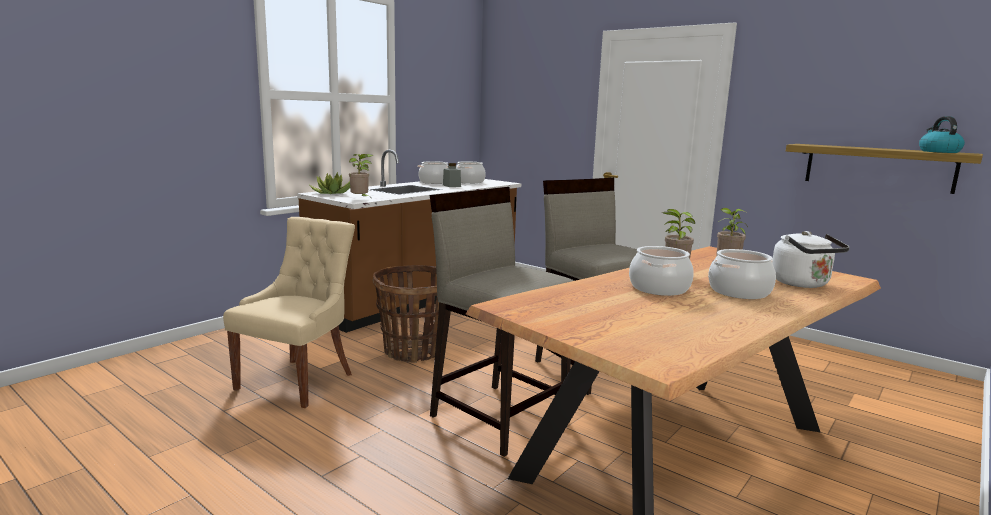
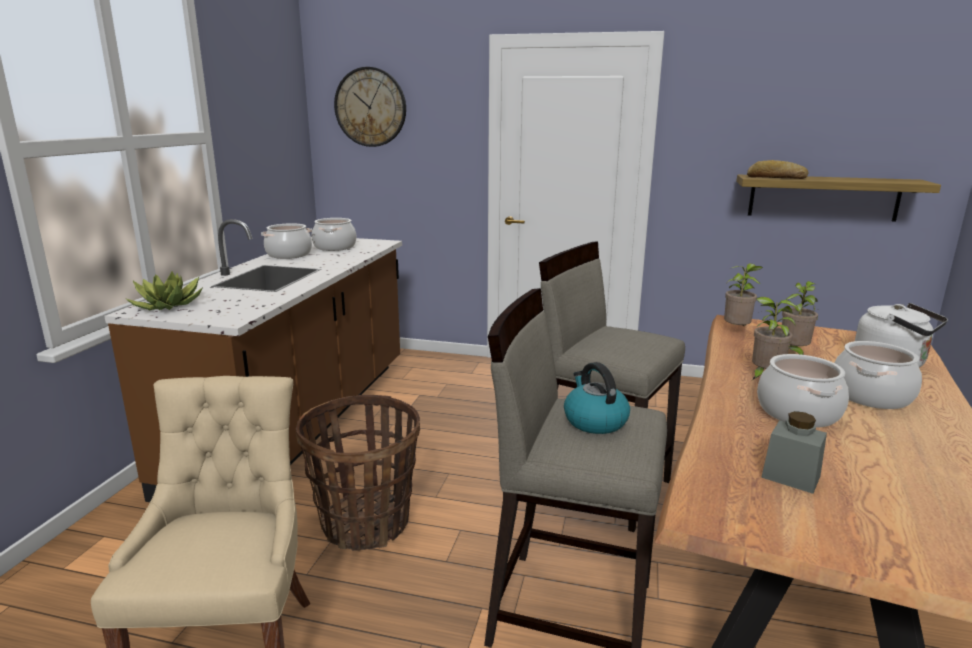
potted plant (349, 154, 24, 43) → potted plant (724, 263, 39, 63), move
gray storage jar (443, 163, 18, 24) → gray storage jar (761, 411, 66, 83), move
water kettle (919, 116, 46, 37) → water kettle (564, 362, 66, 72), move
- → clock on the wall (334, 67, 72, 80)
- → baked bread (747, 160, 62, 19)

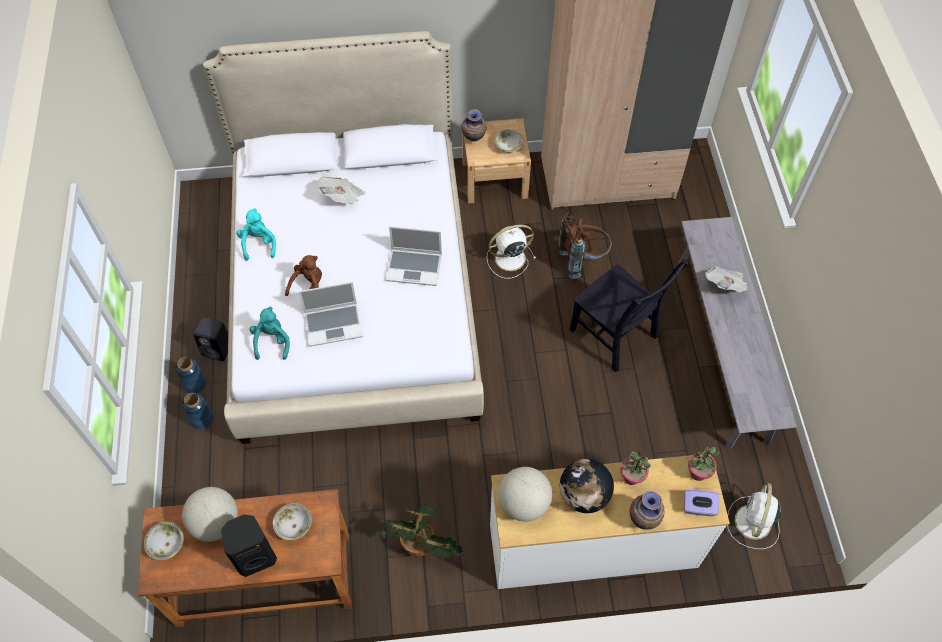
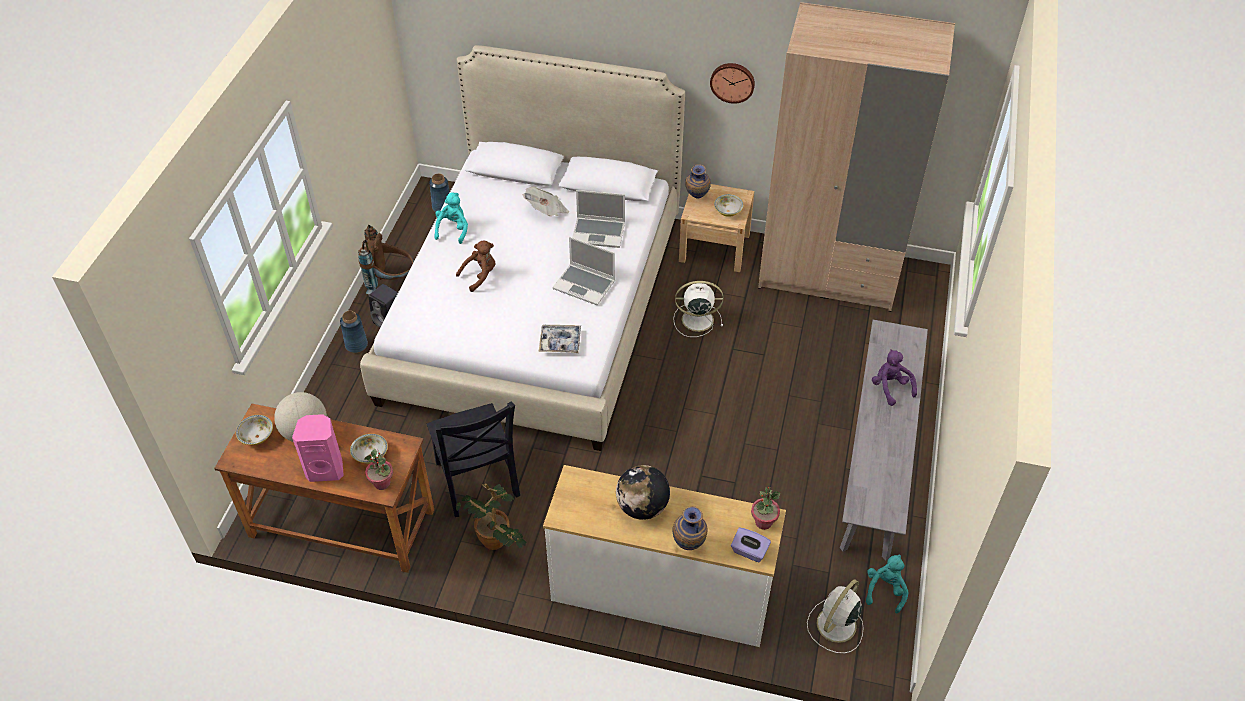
blue-coloured flower vase (182, 393, 32, 37) → blue-coloured flower vase (429, 174, 21, 38), move
black audio speaker (221, 514, 56, 63) → pink audio speaker (292, 414, 52, 68)
blue-green soft toy (250, 306, 40, 54) → blue-green soft toy (866, 554, 43, 59), move
portable computer (299, 282, 64, 65) → portable computer (572, 190, 53, 58), move
globe (498, 467, 54, 55) → -
brown-coloured knapsack (558, 213, 54, 66) → brown-coloured knapsack (358, 225, 56, 69), move
black chair (570, 259, 119, 113) → black chair (427, 401, 93, 116), move
potted plant (621, 451, 30, 34) → potted plant (364, 449, 29, 41), move
newspaper (705, 266, 43, 26) → purple-coloured soft toy (872, 349, 45, 57)
- → serving tray (539, 325, 42, 28)
- → clock on the wall (710, 63, 45, 41)

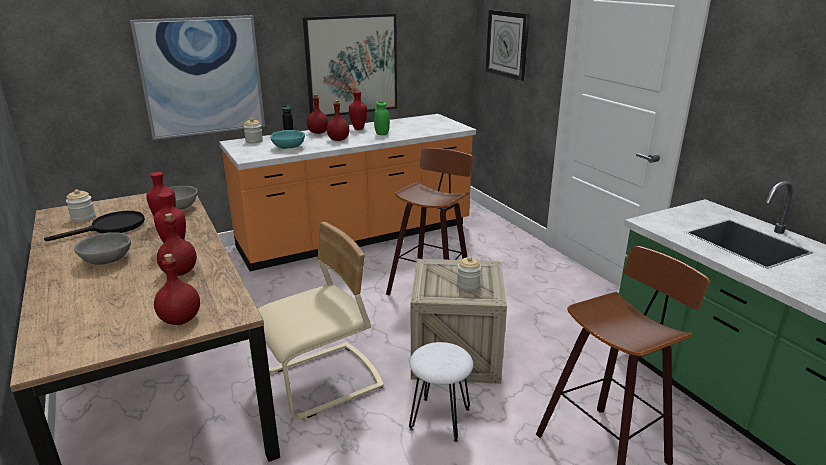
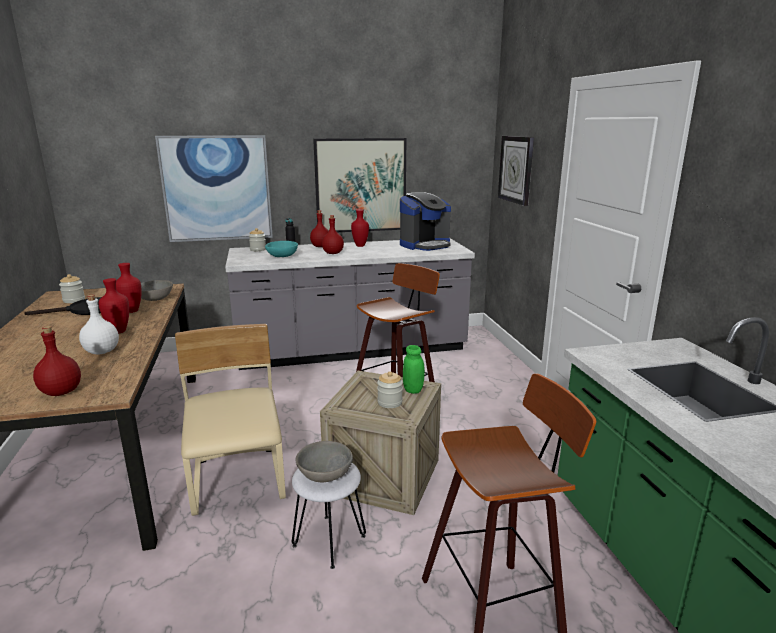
gray bowl (74, 232, 57, 33) → gray bowl (296, 441, 57, 41), move
reddish bottle (157, 213, 40, 63) → whitish bottle (79, 295, 40, 59)
orange-coloured kitchen base unit (219, 114, 257, 157) → gray kitchen base unit (225, 238, 250, 132)
beige chair (258, 222, 126, 198) → beige chair (175, 324, 111, 192), 90 degrees counterclockwise
green-coloured storage jar (374, 101, 16, 34) → green-coloured storage jar (403, 345, 22, 49), move
- → coffee maker (400, 192, 51, 59)

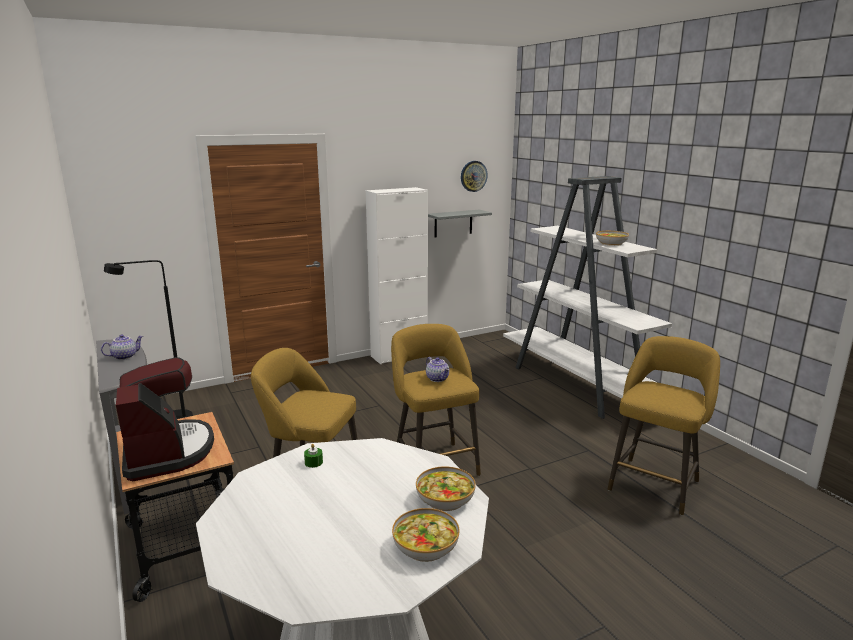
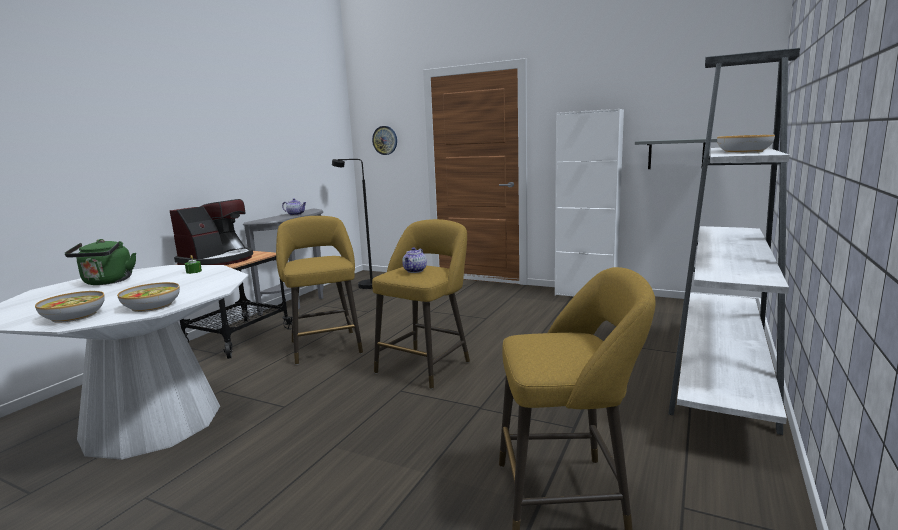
clock on the wall (461, 161, 27, 31) → clock on the wall (372, 126, 25, 29), move
- → green-coloured water kettle (65, 239, 71, 46)

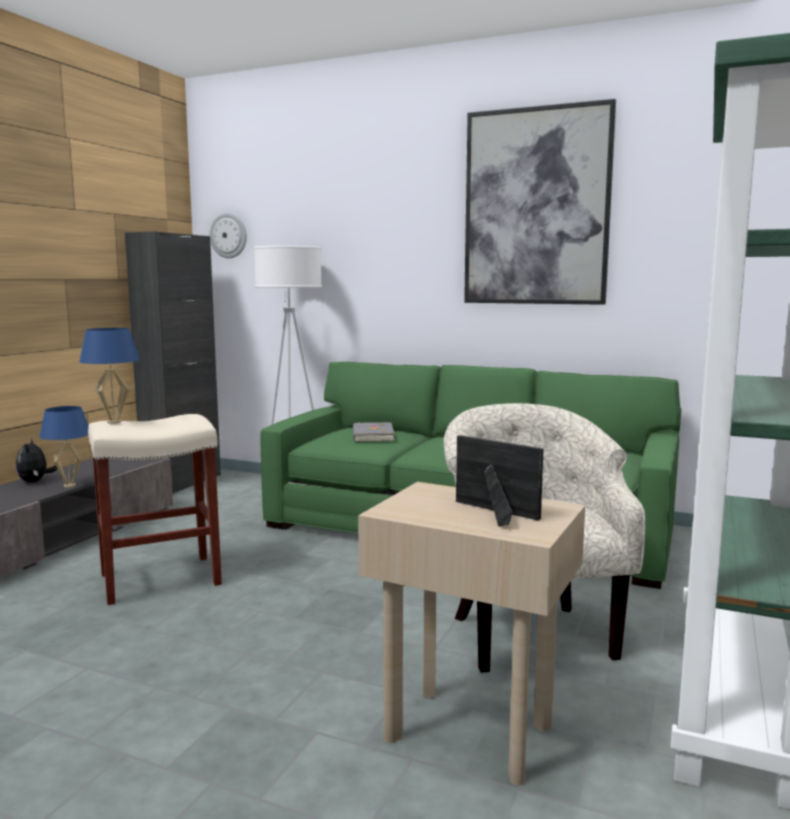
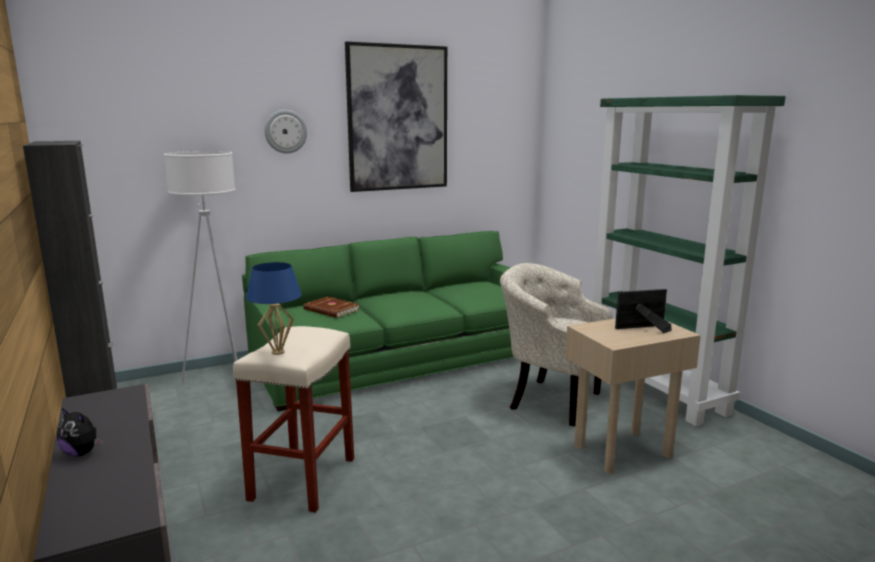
blue-coloured table lamp (39, 406, 49, 81) → -
clock on the wall (210, 213, 37, 45) → clock on the wall (265, 110, 42, 44), move
gray bound book (353, 422, 42, 20) → brown-coloured bound book (303, 297, 57, 21)

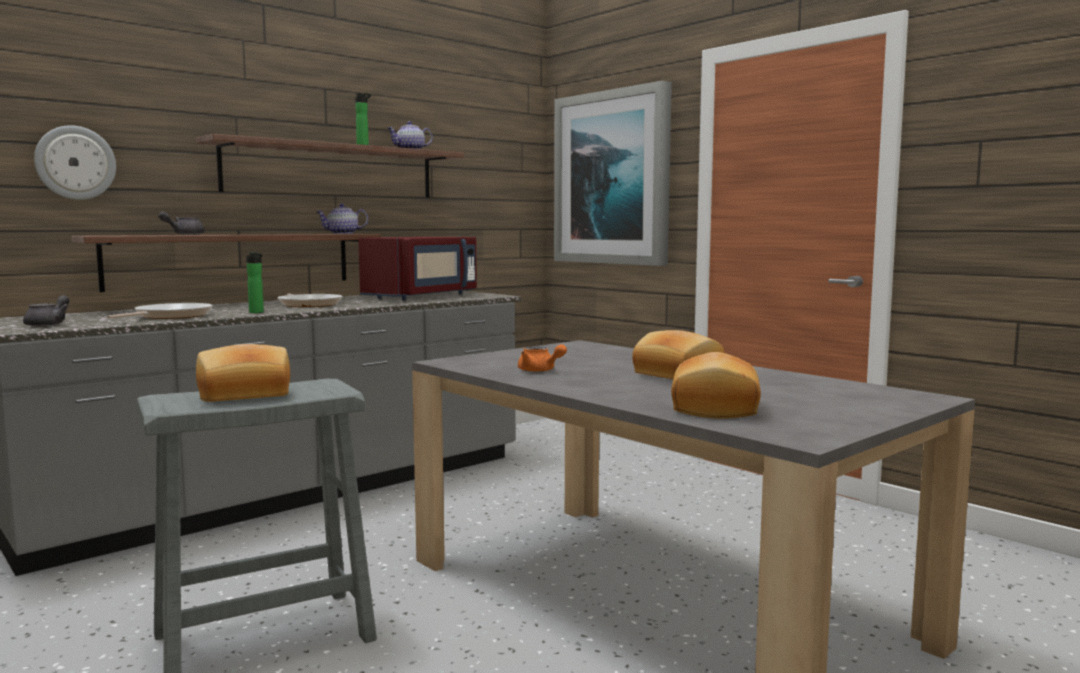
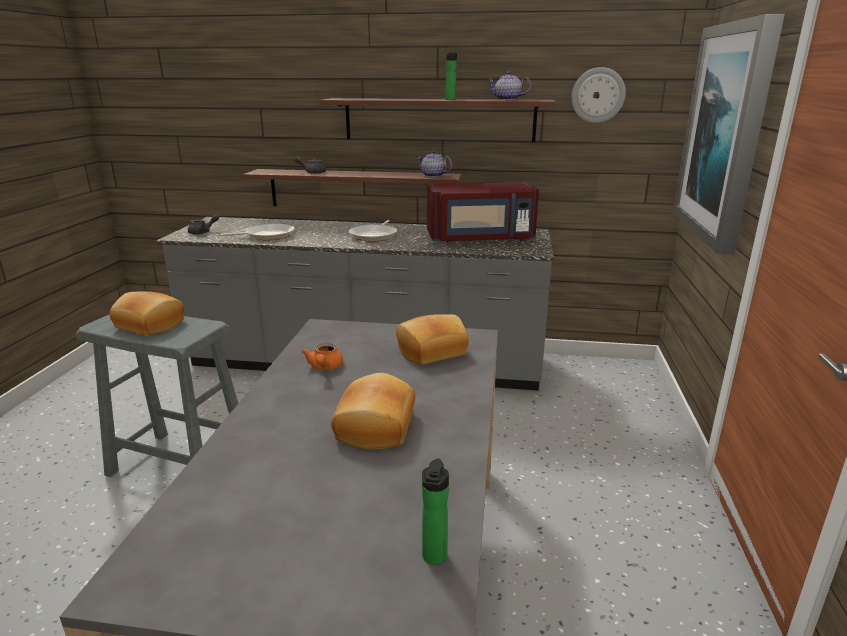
clock on the wall (34, 125, 82, 75) → clock on the wall (571, 67, 55, 56), move
bottle (246, 252, 18, 61) → bottle (422, 458, 27, 107), move
baked bread (671, 352, 90, 67) → baked bread (396, 314, 73, 51), move

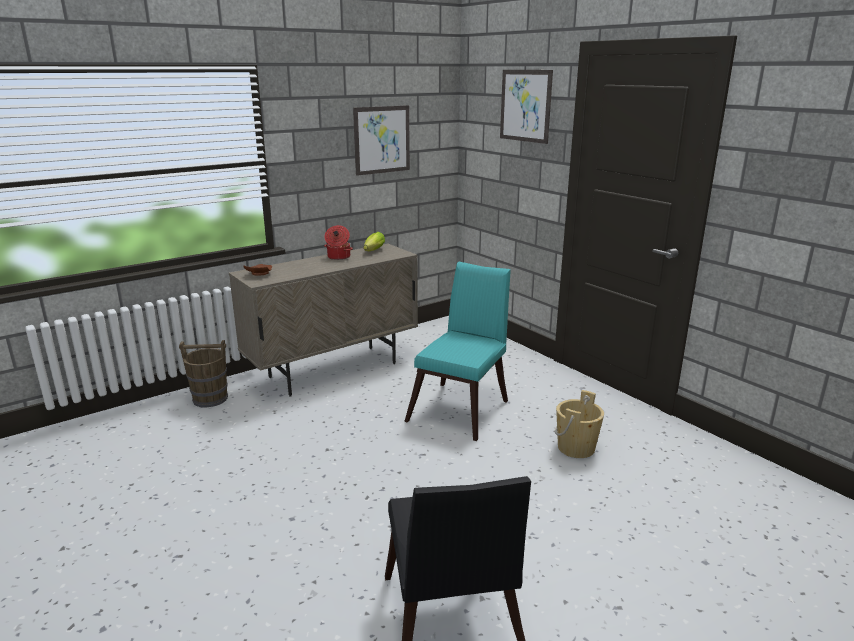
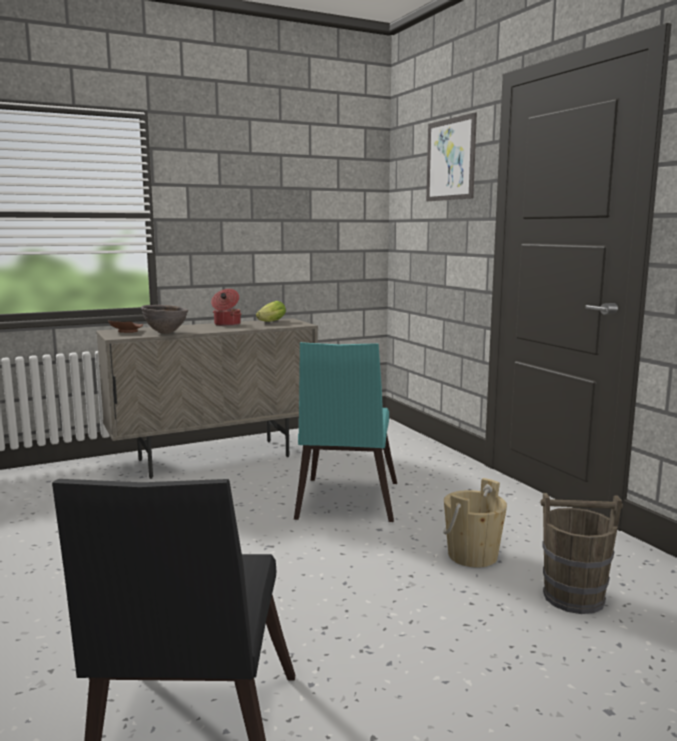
brown-coloured pail (179, 340, 49, 68) → brown-coloured pail (541, 493, 82, 121), move
picture (353, 105, 57, 71) → -
blue-green chair (404, 262, 107, 179) → blue-green chair (294, 342, 103, 180), 150 degrees clockwise
- → brown-coloured bowl (141, 305, 47, 29)

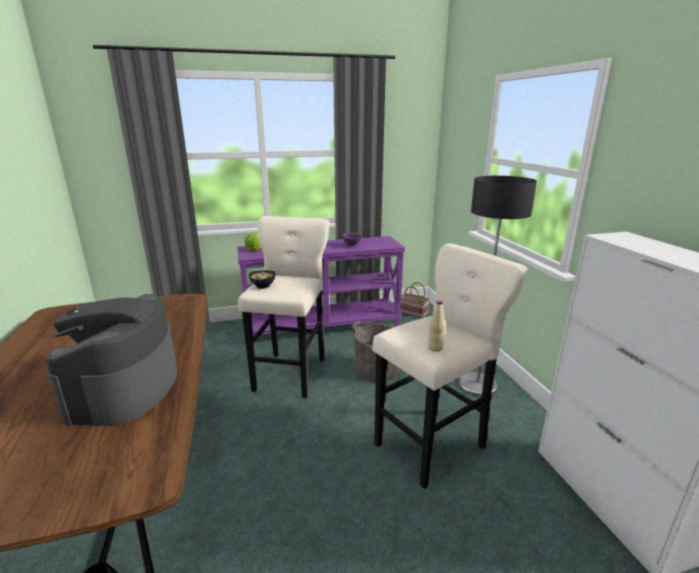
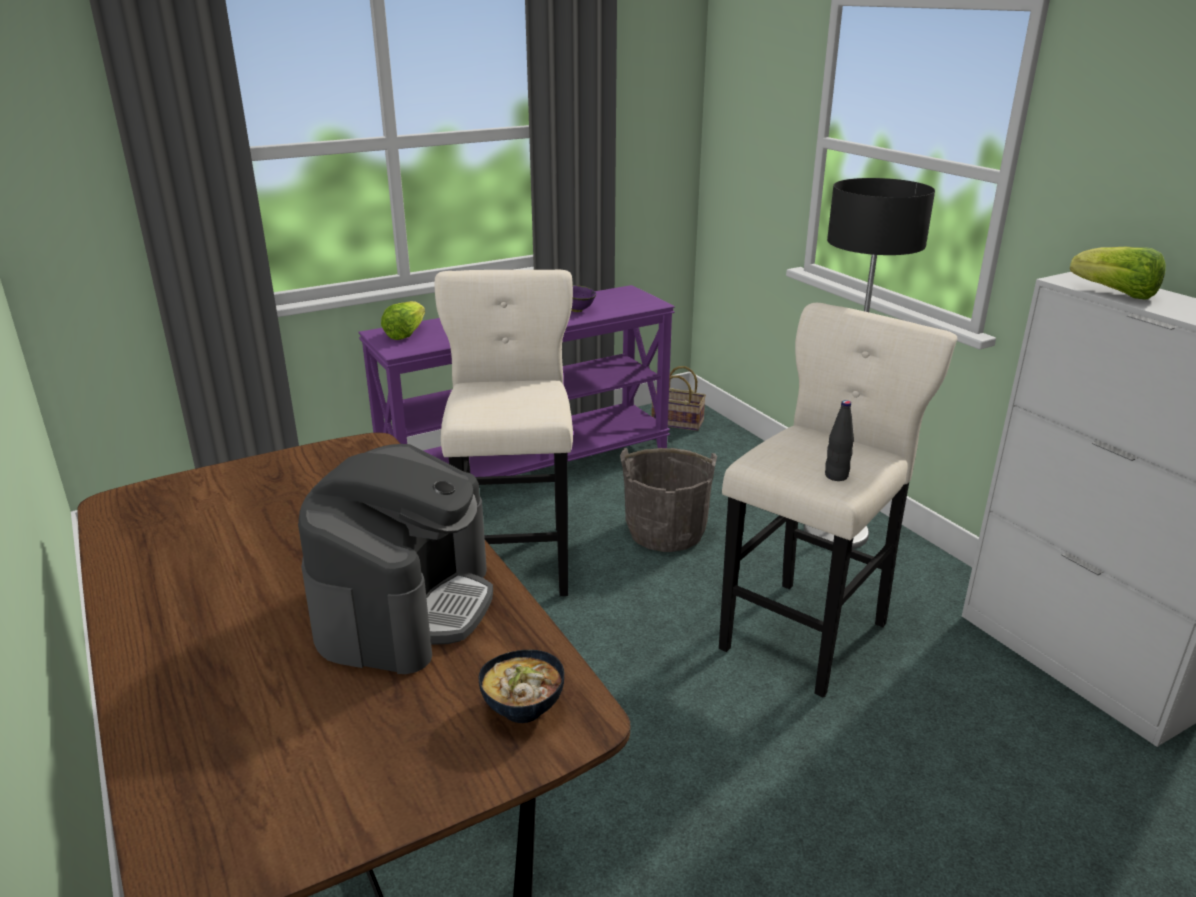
coffee maker (46, 294, 131, 132) → coffee maker (298, 444, 195, 230), 150 degrees counterclockwise
bowl (249, 270, 26, 19) → bowl (479, 650, 85, 73), move
beige bottle (428, 301, 17, 51) → black bottle (825, 400, 29, 81)
- → lettuce head (1070, 247, 96, 53)

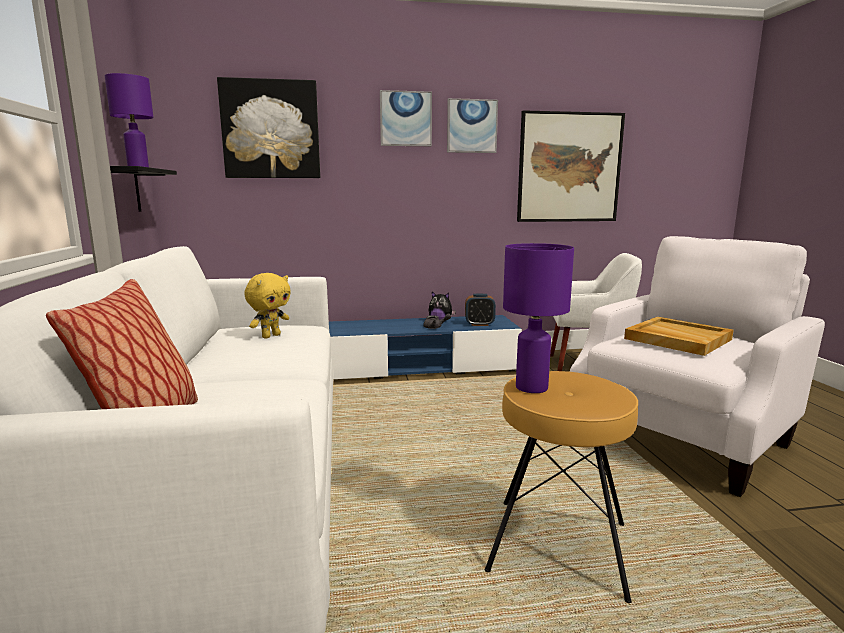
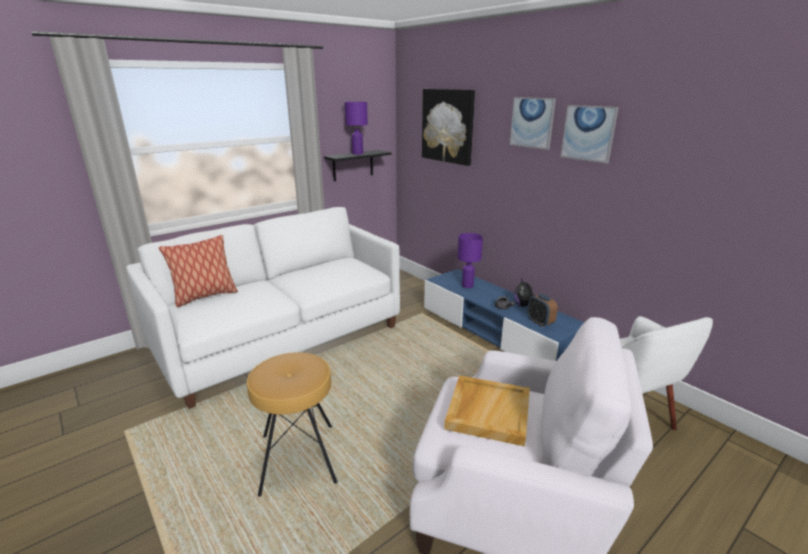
yellowish soft toy (244, 273, 47, 66) → -
purple-coloured table lamp (503, 243, 71, 150) → purple-coloured table lamp (457, 233, 26, 55), move
picture (517, 110, 108, 112) → -

